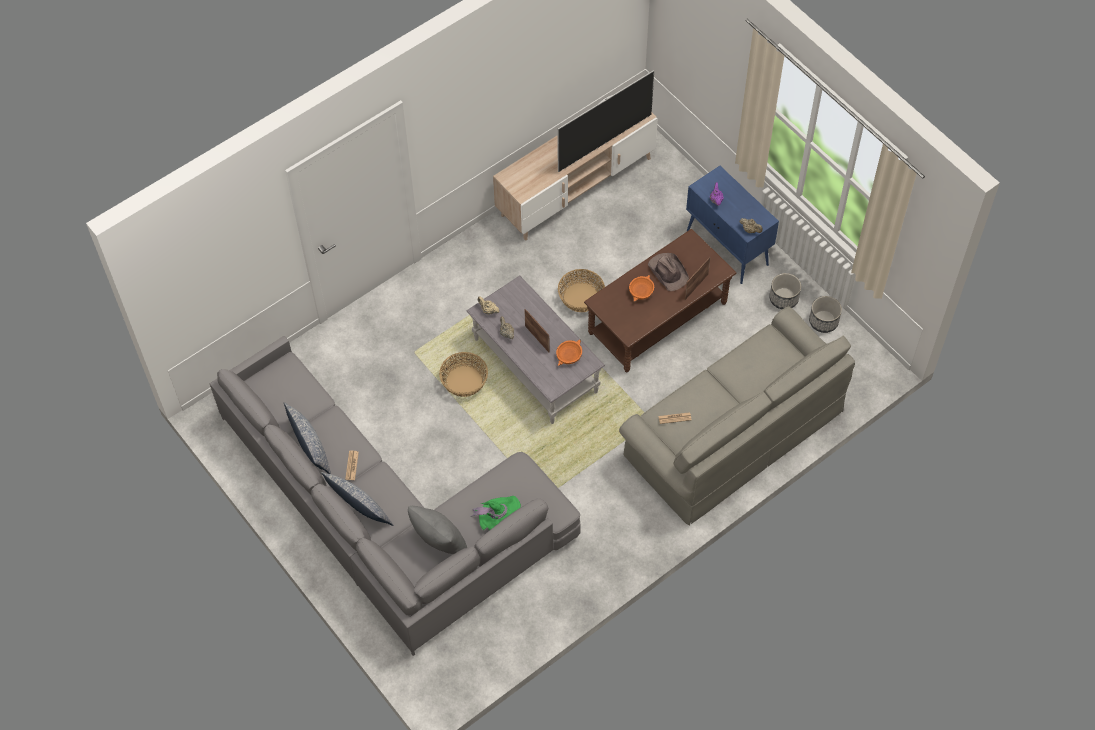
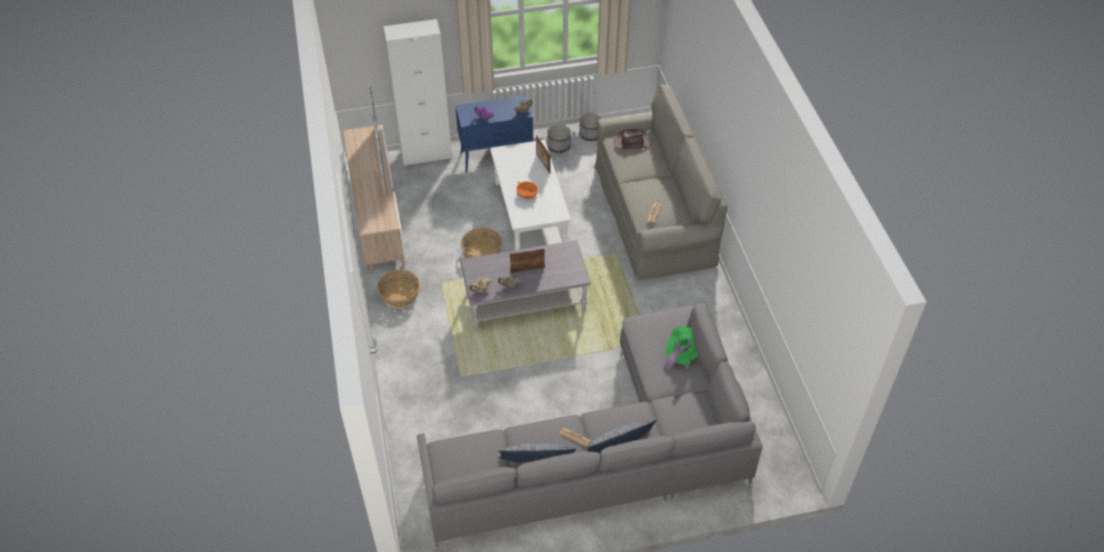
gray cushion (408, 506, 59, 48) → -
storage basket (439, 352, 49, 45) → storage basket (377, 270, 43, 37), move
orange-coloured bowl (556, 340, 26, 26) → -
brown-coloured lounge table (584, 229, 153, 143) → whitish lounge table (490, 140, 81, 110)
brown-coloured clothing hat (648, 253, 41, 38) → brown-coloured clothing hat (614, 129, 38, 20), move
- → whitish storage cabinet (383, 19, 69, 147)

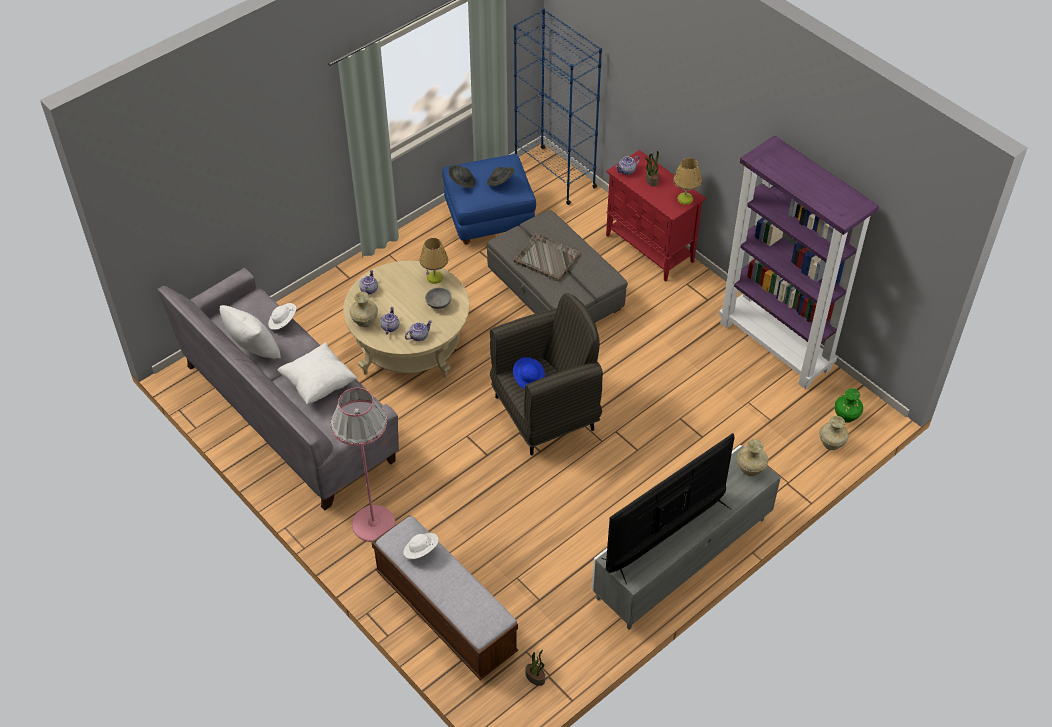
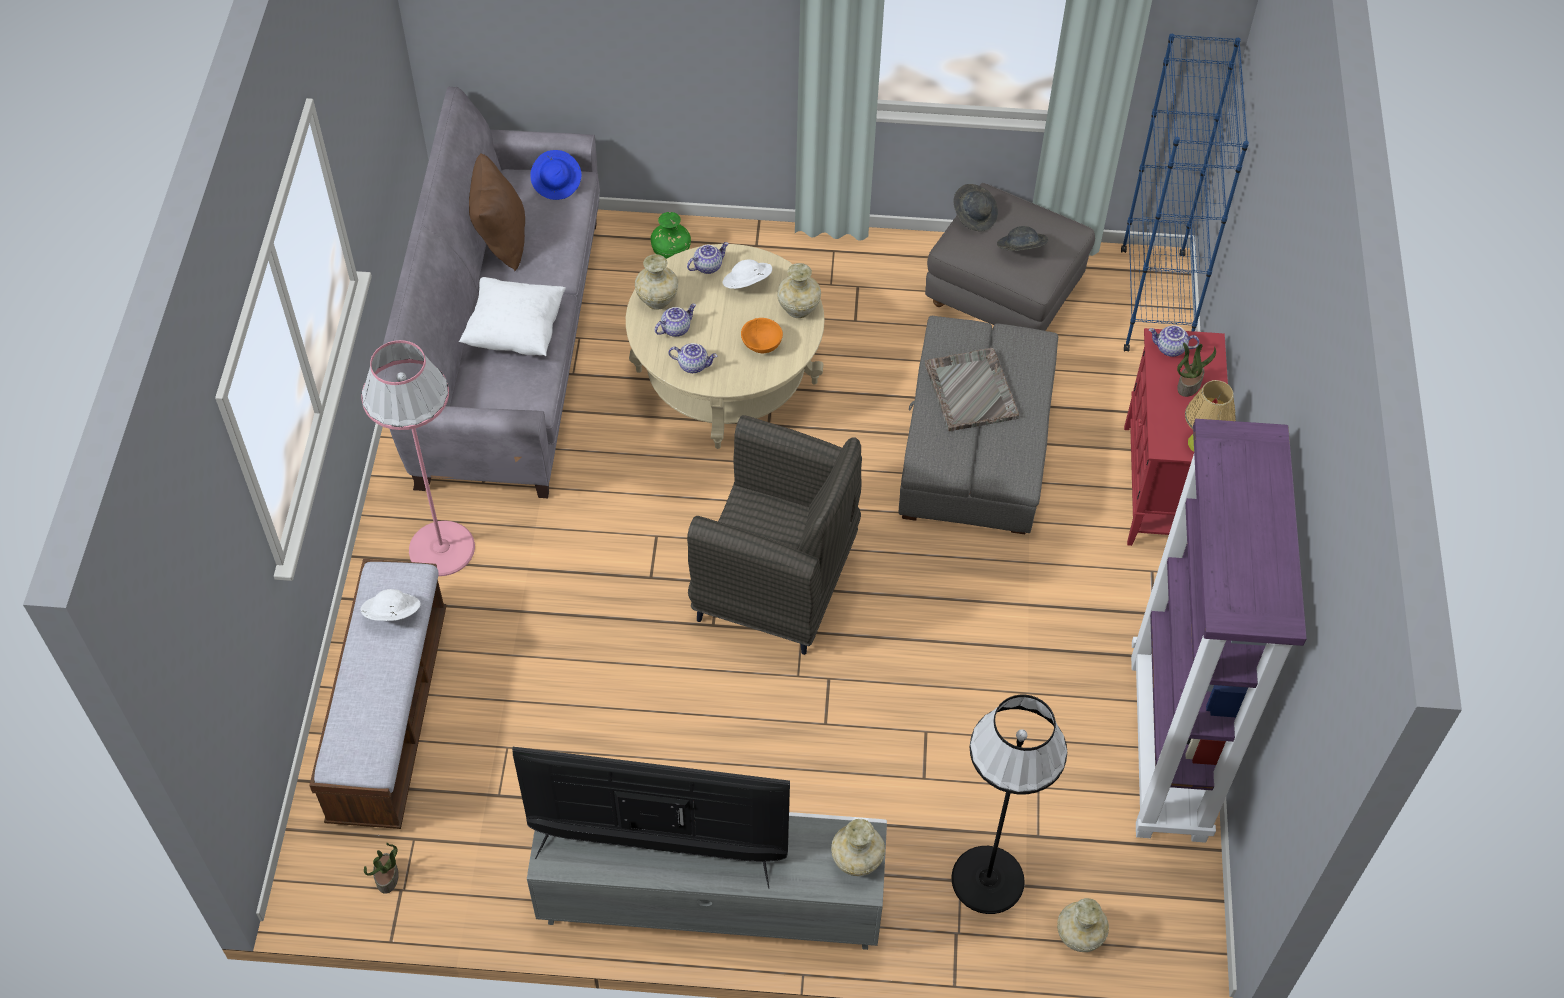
whitish cushion (220, 305, 61, 54) → brown-coloured cushion (469, 153, 56, 118)
whitish clothing hat (268, 303, 29, 27) → whitish clothing hat (723, 259, 49, 30), move
table lamp (419, 238, 29, 46) → beige flower vase (777, 263, 44, 55)
gray bowl (425, 288, 27, 21) → orange-coloured bowl (741, 318, 42, 35)
blue-coloured ottoman (442, 154, 94, 91) → gray ottoman (925, 183, 170, 148)
blue-coloured clothing hat (513, 357, 32, 32) → blue-coloured clothing hat (530, 150, 52, 50), move
green-coloured flower vase (835, 388, 28, 35) → green-coloured flower vase (651, 212, 40, 47), move
- → black standard lamp (951, 695, 116, 219)

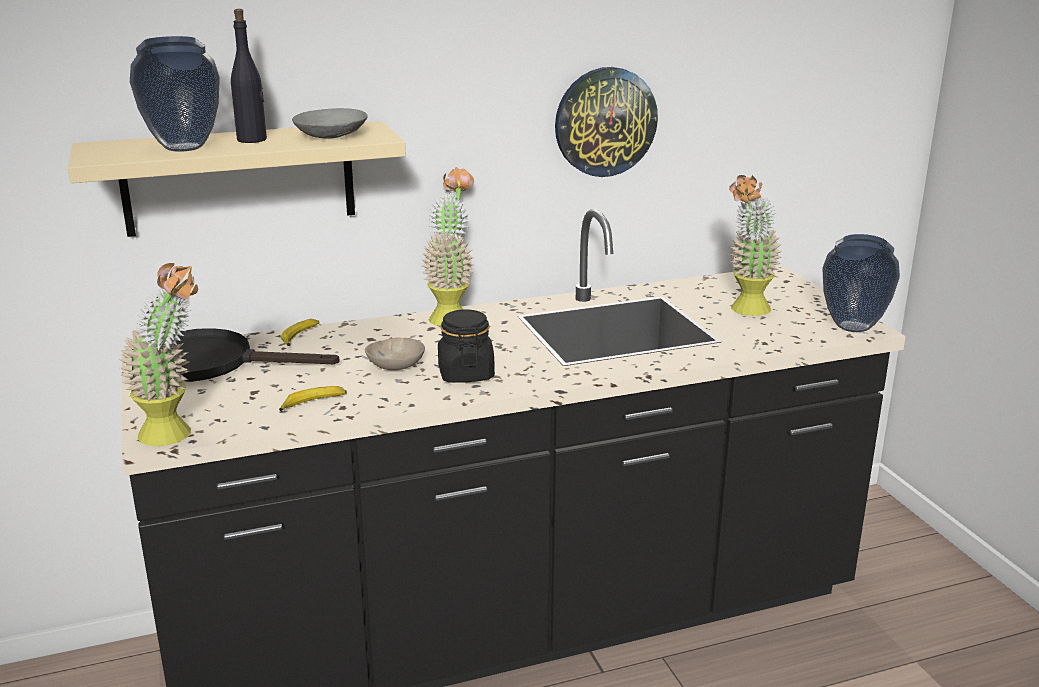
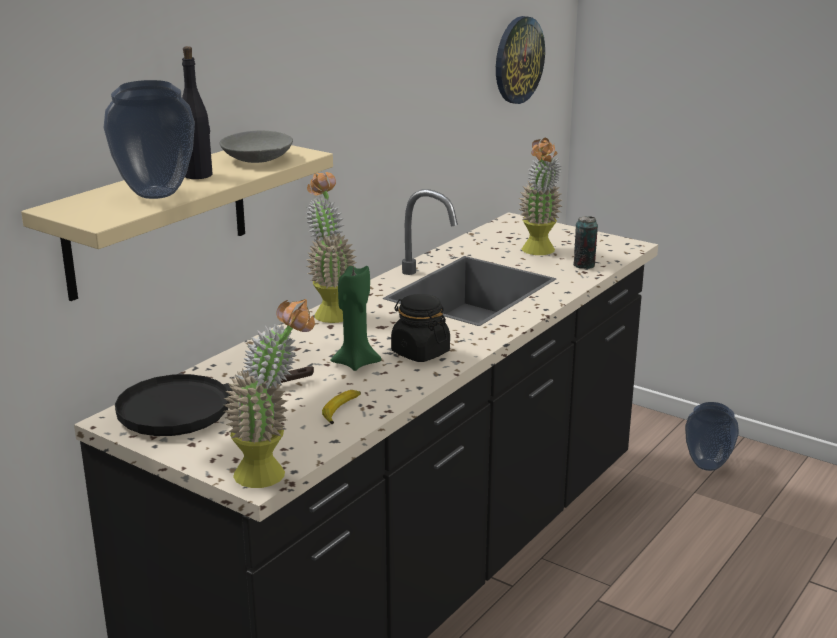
banana fruit (281, 319, 38, 27) → -
beige bowl (365, 337, 60, 33) → green-coloured wax light (330, 266, 52, 105)
clock on the wall (555, 67, 103, 110) → clock on the wall (496, 16, 49, 88), move
flower vase (823, 234, 77, 98) → flower vase (685, 402, 54, 69), move
- → can (573, 216, 25, 53)

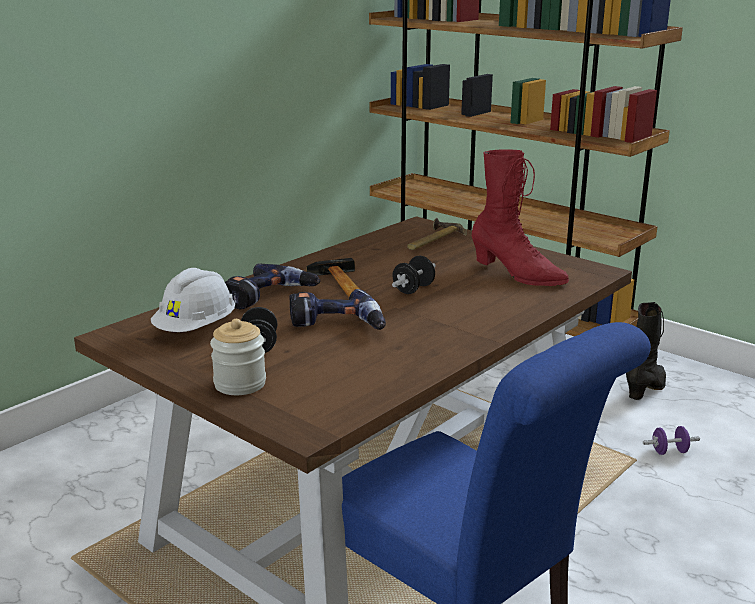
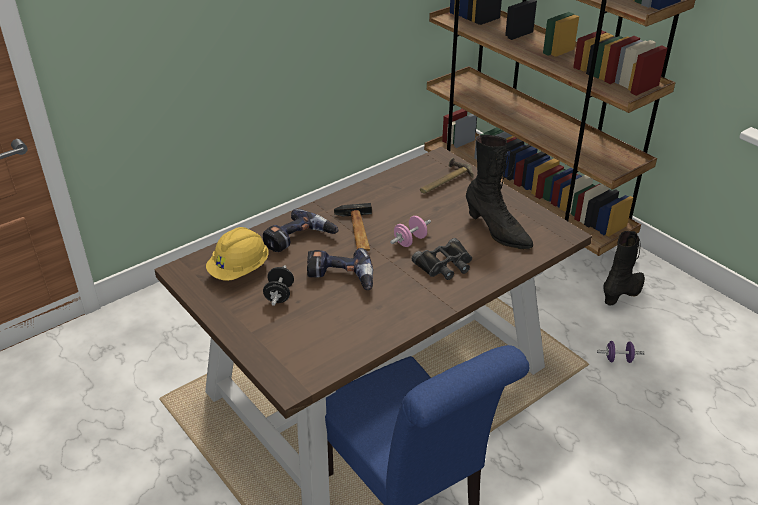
whitish hard hat (151, 268, 84, 64) → yellowish hard hat (206, 227, 63, 54)
storage jar (210, 319, 56, 76) → -
black dumbbell (392, 256, 44, 38) → pink dumbbell (390, 216, 41, 31)
reddish boot (472, 149, 97, 137) → black boot (466, 135, 67, 114)
- → black binoculars (412, 238, 60, 42)

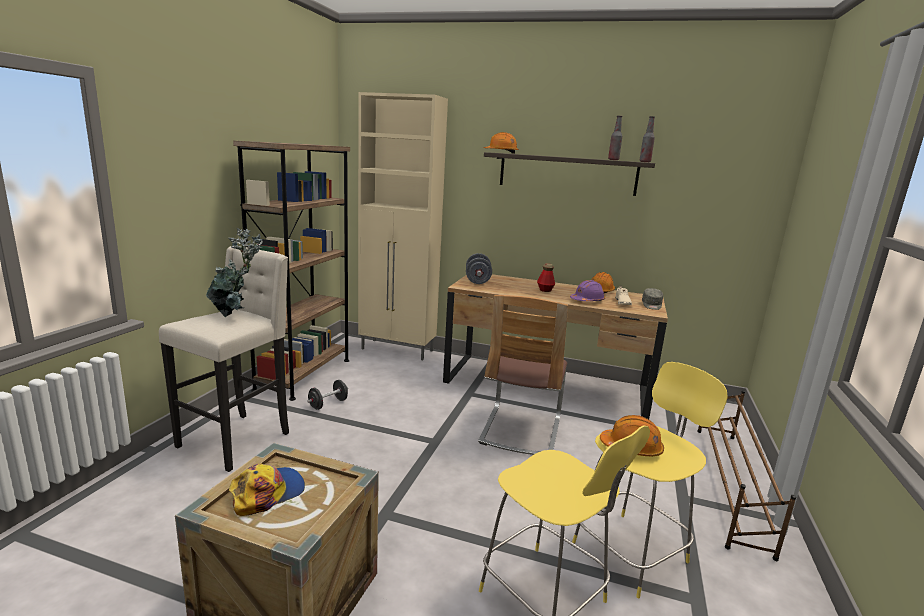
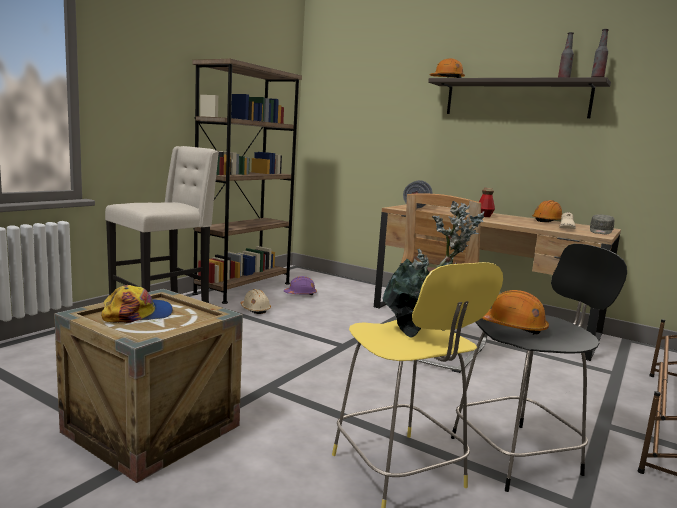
potted plant (206, 228, 57, 89) → potted plant (383, 201, 101, 137), move
black dumbbell (307, 380, 41, 30) → beige hard hat (240, 289, 31, 25)
beige storage cabinet (358, 92, 90, 268) → -
purple-coloured hard hat (570, 280, 35, 21) → purple-coloured hard hat (284, 276, 33, 19), move
yellowish stool (572, 362, 156, 236) → black stool (451, 244, 176, 248)

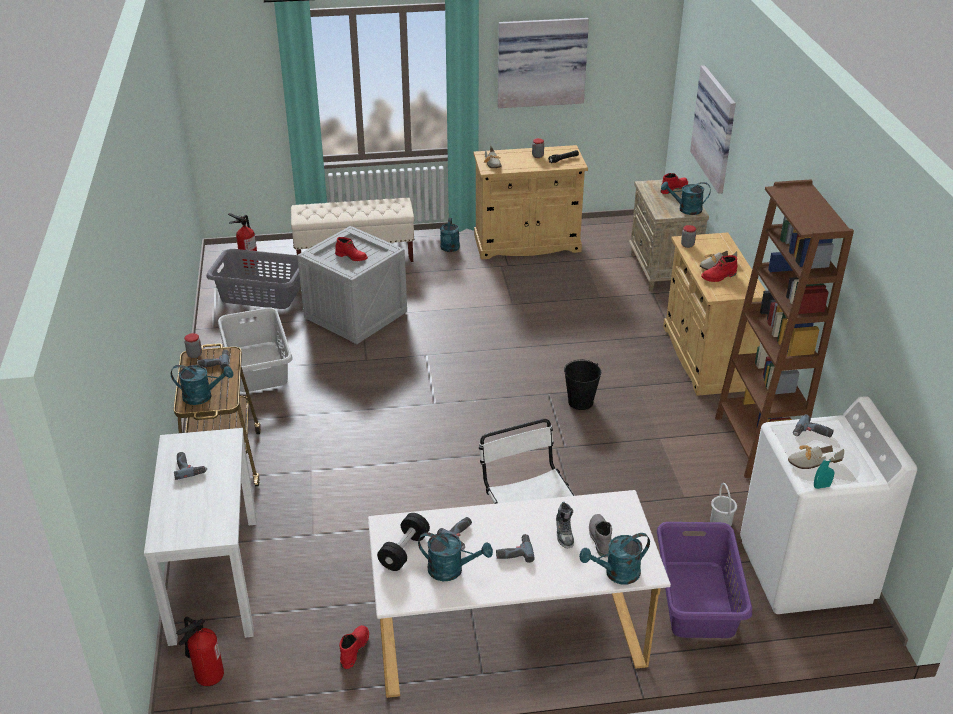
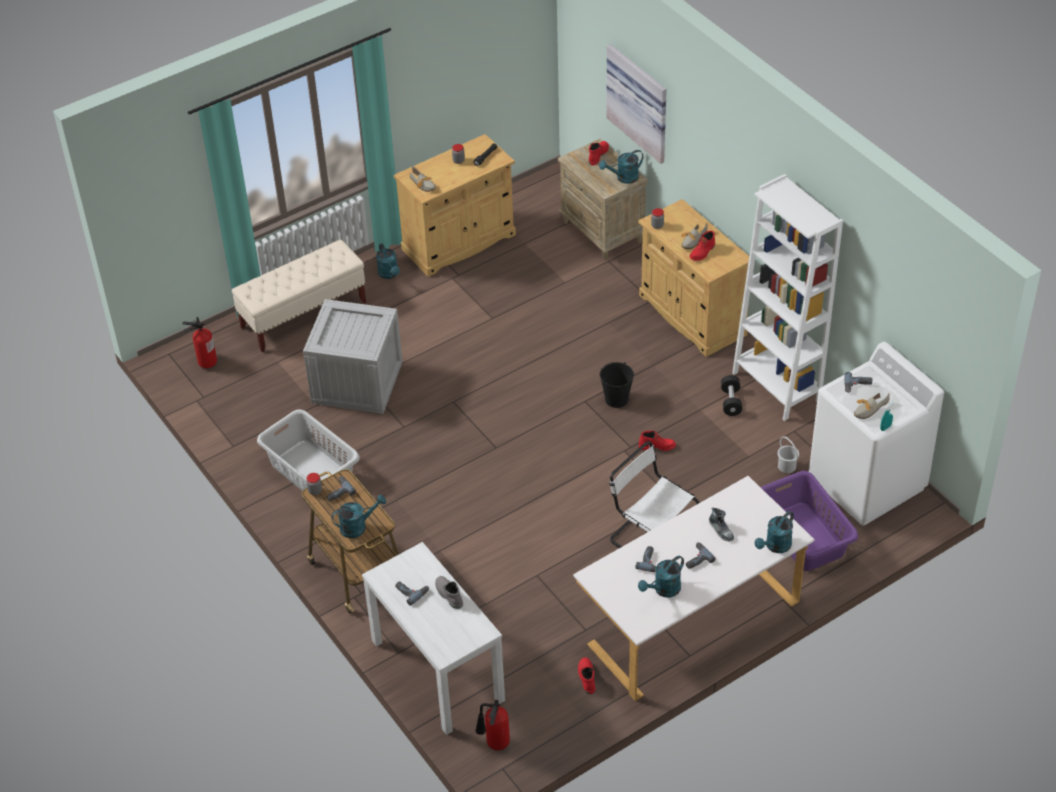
gray hamper (207, 249, 93, 60) → -
reddish boot (335, 237, 33, 24) → reddish boot (639, 431, 37, 20), move
black dumbbell (377, 513, 53, 58) → black dumbbell (721, 375, 21, 41), move
blue-green sprinkling can (418, 532, 75, 49) → blue-green sprinkling can (638, 556, 46, 41), 150 degrees clockwise
picture (498, 18, 91, 90) → -
gray boot (589, 514, 23, 43) → gray boot (435, 576, 28, 33), move
brown-coloured bookcase (715, 180, 139, 298) → whitish bookcase (732, 174, 111, 247)

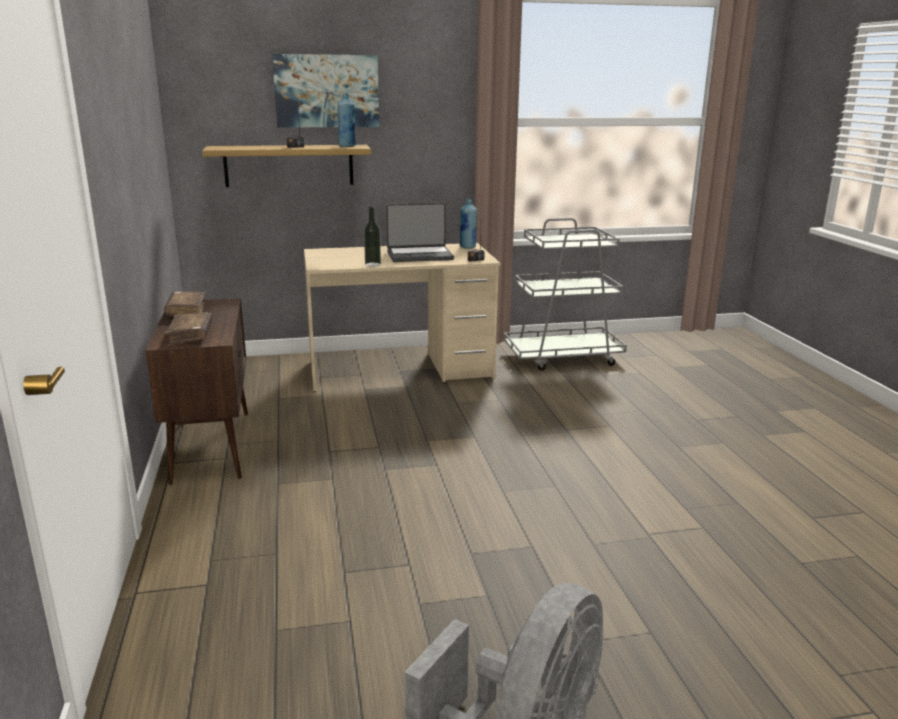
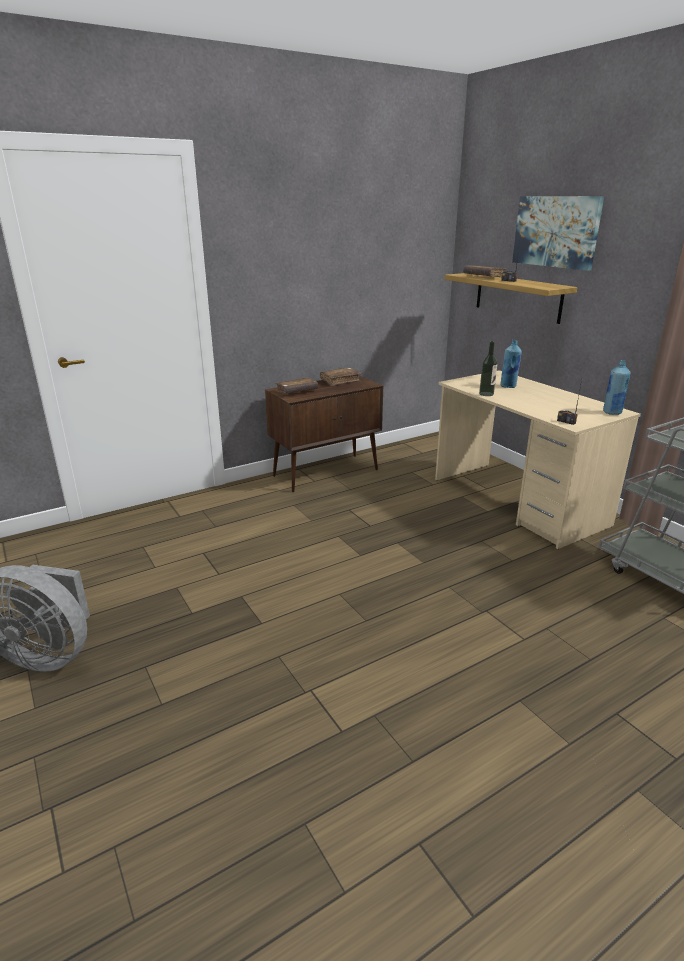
blue-coloured bottle (337, 93, 19, 54) → blue-coloured bottle (500, 340, 22, 48), move
portable computer (386, 203, 68, 59) → -
- → brown-coloured bound book (463, 265, 43, 12)

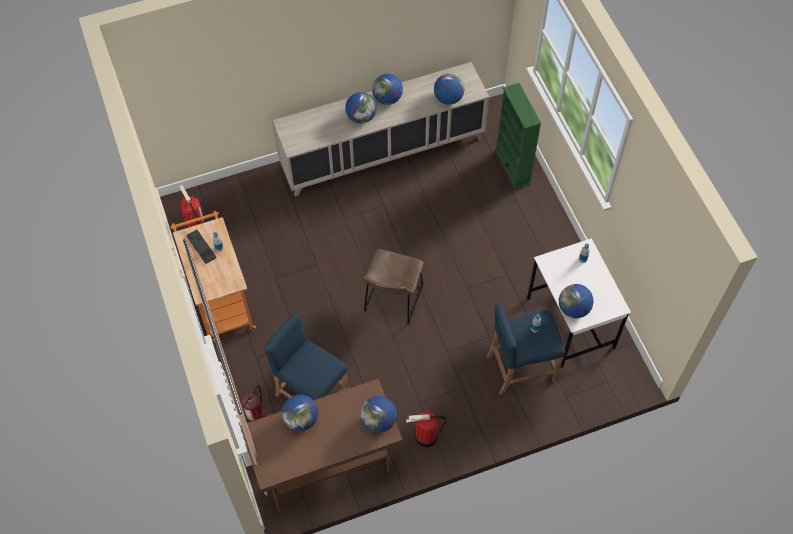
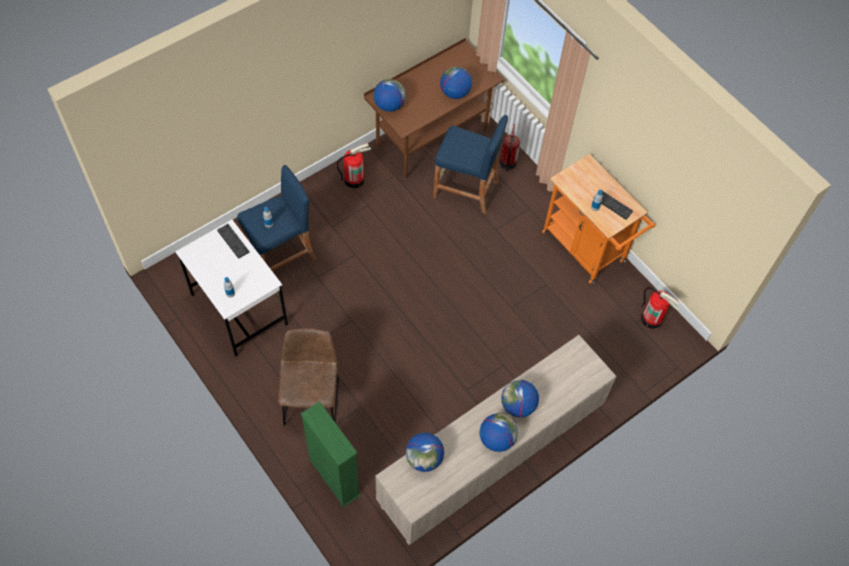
brown-coloured chair (363, 249, 61, 76) → brown-coloured chair (278, 329, 61, 97), move
globe (559, 284, 35, 34) → PC keyboard (217, 224, 32, 35)

